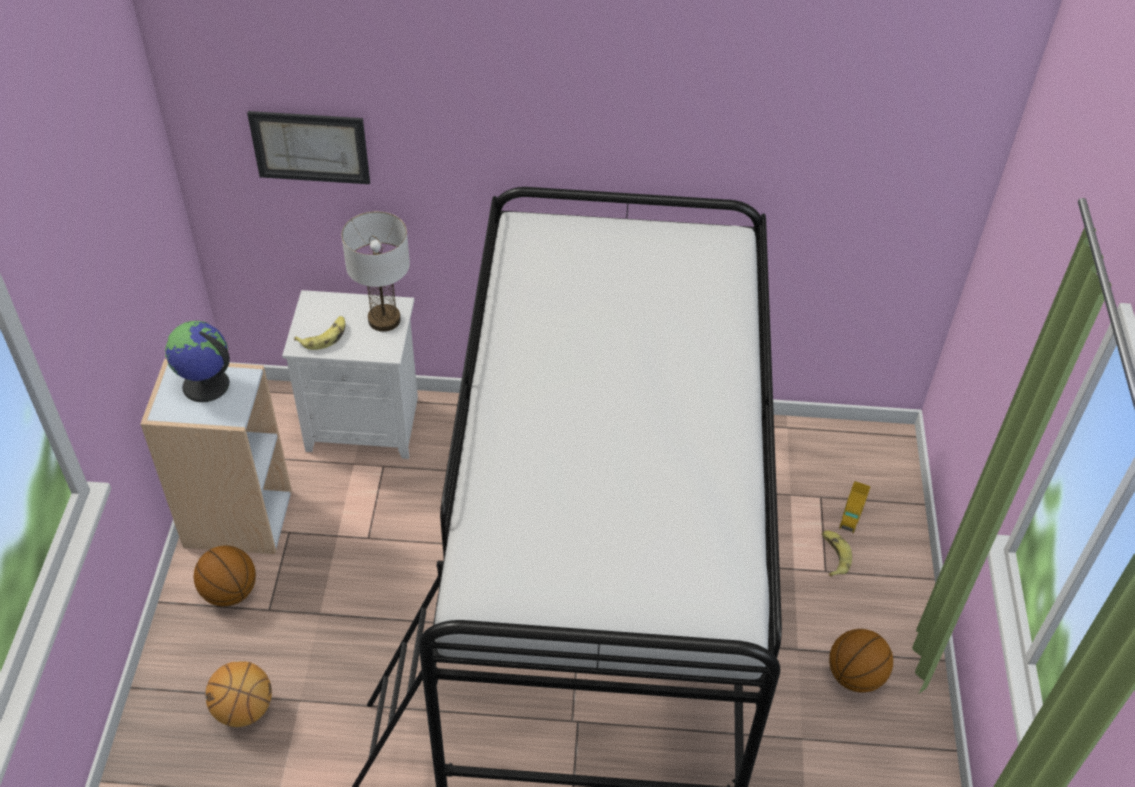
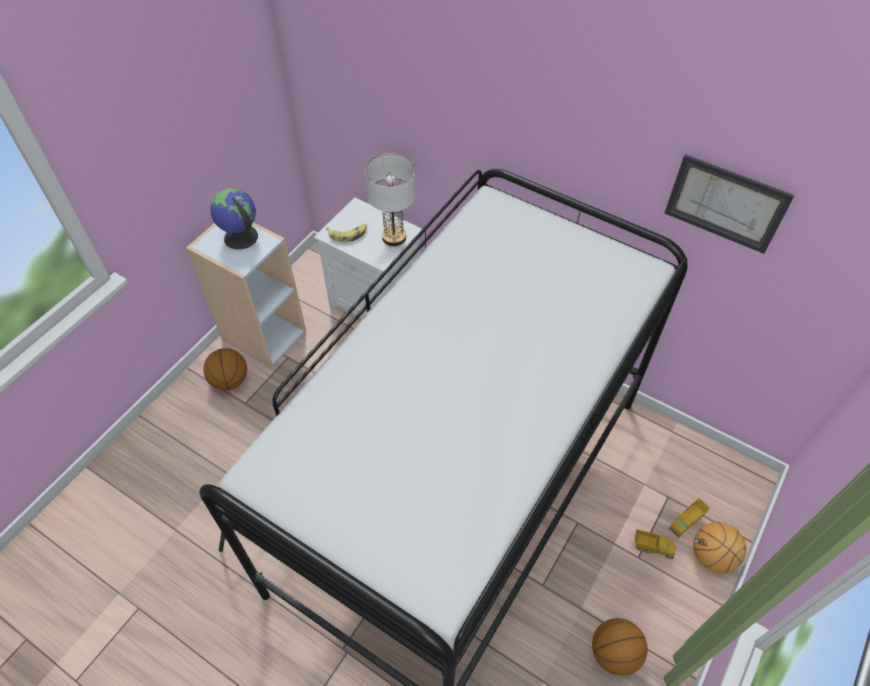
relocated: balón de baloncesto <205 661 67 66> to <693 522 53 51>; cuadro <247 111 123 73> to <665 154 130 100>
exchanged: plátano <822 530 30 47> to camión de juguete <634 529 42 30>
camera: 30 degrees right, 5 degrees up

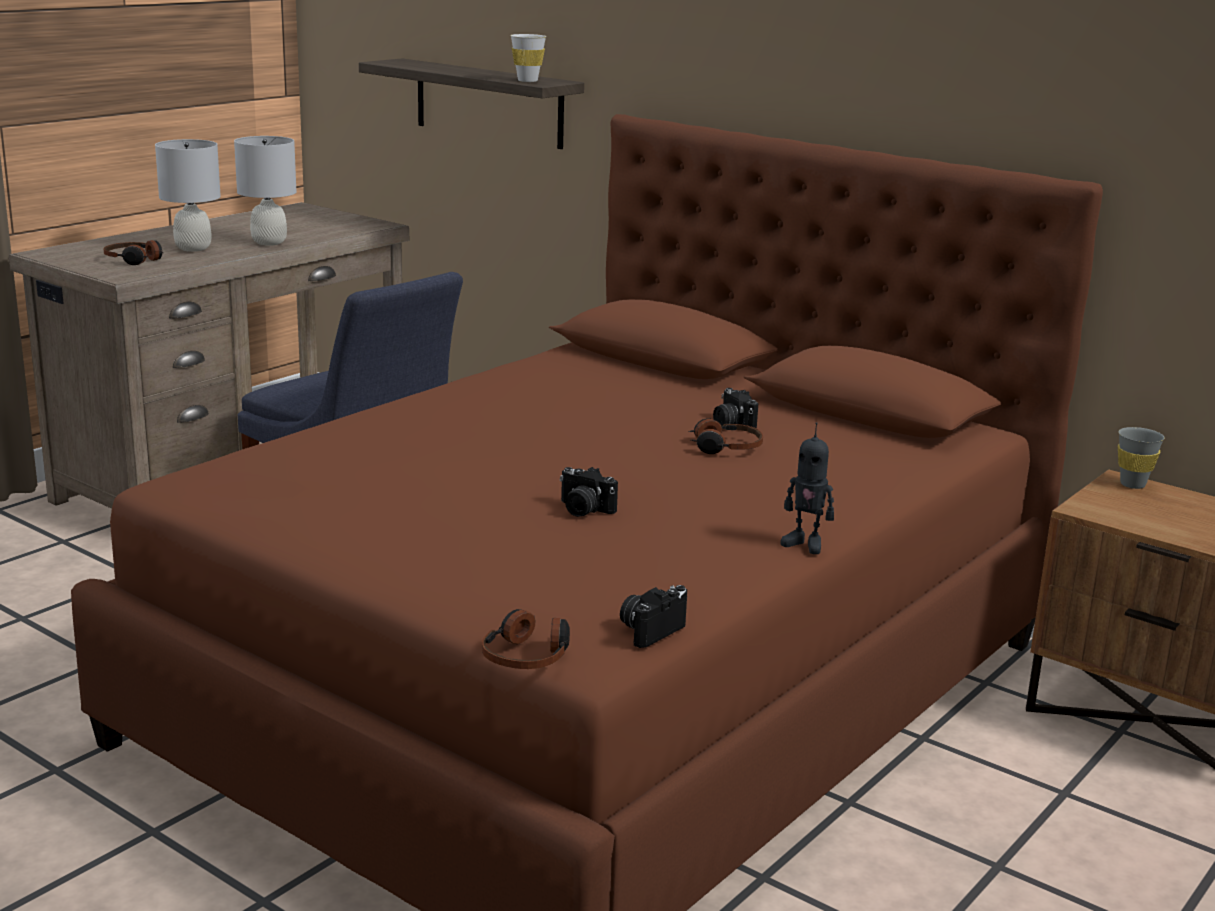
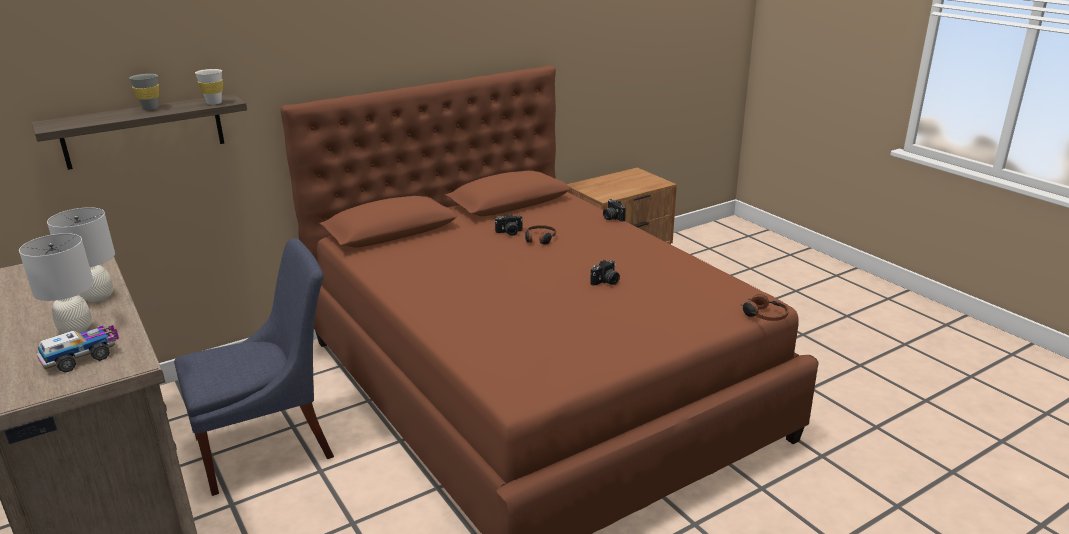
missing: robot de juguete <780 422 54 132>
relocated: cámara <620 585 67 63> to <603 199 23 23>; taza [gris] <1118 427 47 62> to <129 74 30 36>
exchanged: auriculares <103 240 60 25> to camión de juguete <37 325 82 48>
camera: 70 degrees left, 5 degrees up

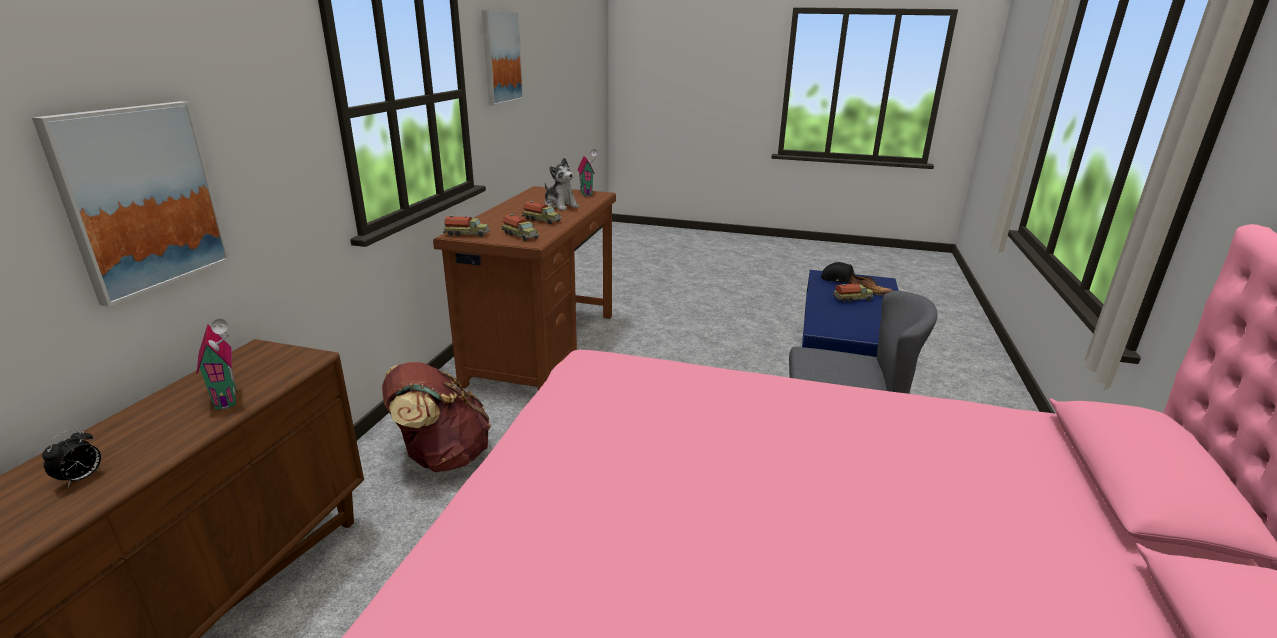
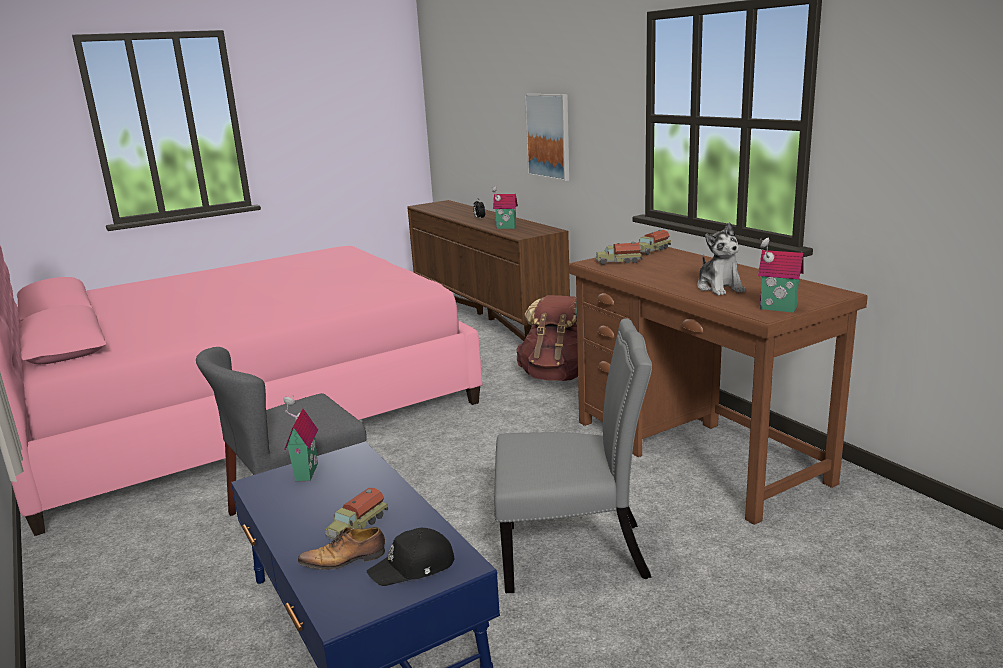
missing: cuadro <482 10 42 96>; camión de juguete <522 201 40 24>
appeared: casita <283 396 35 86>; silla [gris] <494 318 158 275>
spun: peluche <545 158 34 52> = <697 222 48 73> 105 degrees counterclockwise
camera: 135 degrees right, 5 degrees down

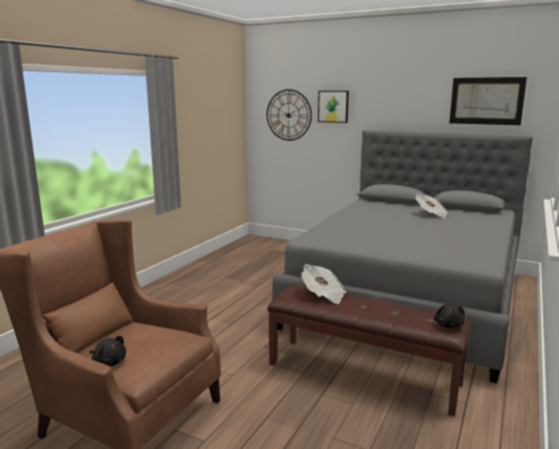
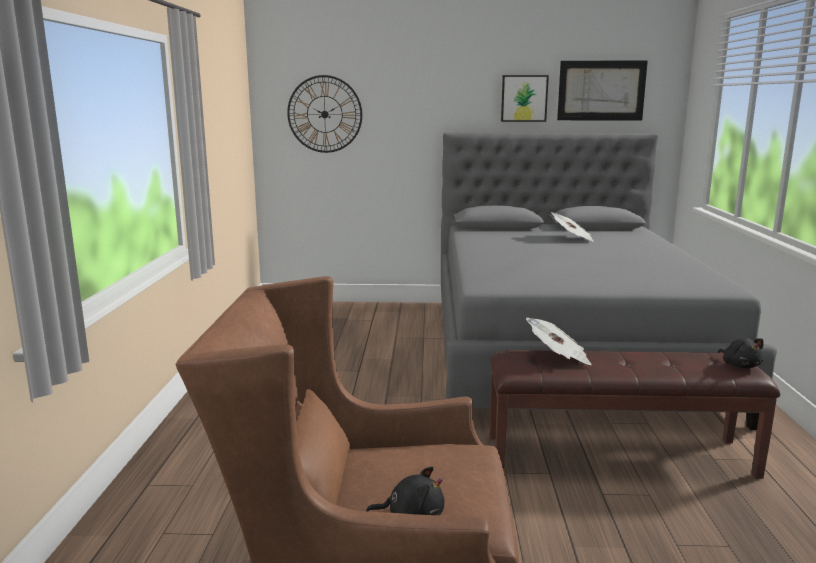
relocated: cuadro <318 91 31 32> to <501 75 48 47>
camera: 25 degrees left, 0 degrees up

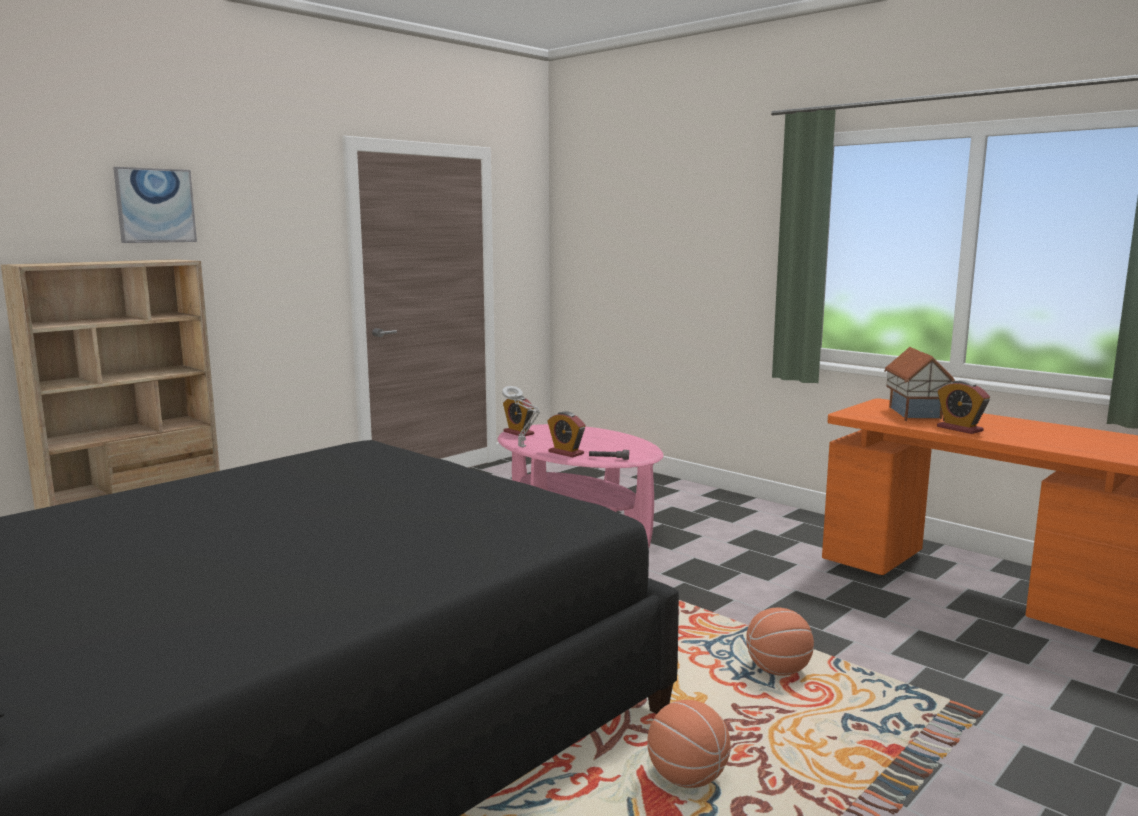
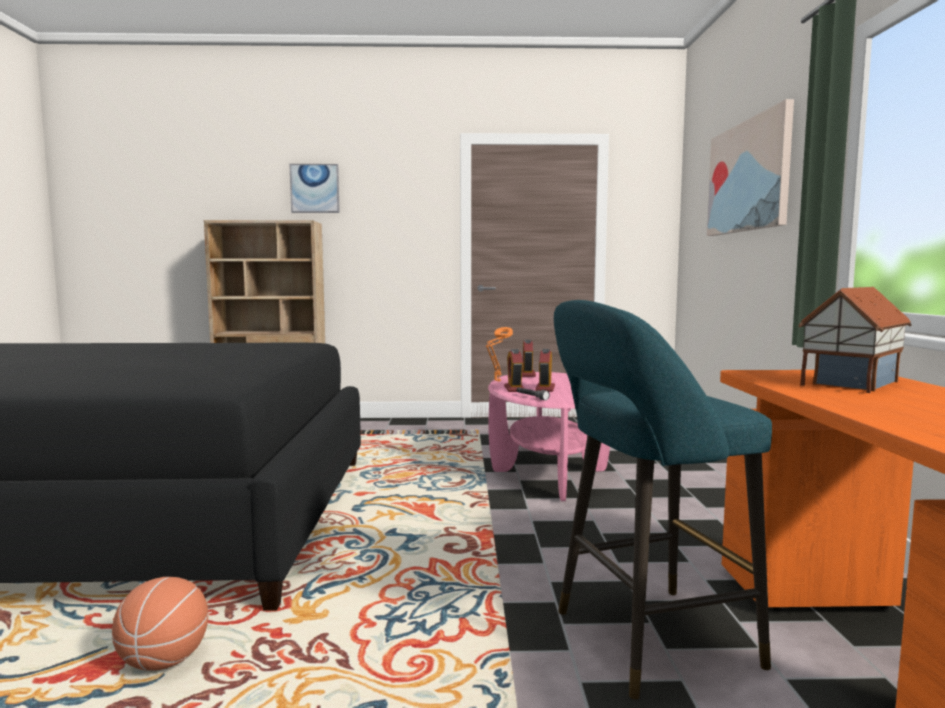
missing: balón de baloncesto <746 608 68 68>
appeared: taburete [turquesa] <554 300 218 400>; cuadro <707 99 87 137>
relocated: despertador <937 380 53 54> to <535 349 20 43>
colour: lámpara de mesa [gris] <502 386 38 61> to lámpara de mesa [naranja] <486 327 27 55>
camera: 45 degrees right, 5 degrees down

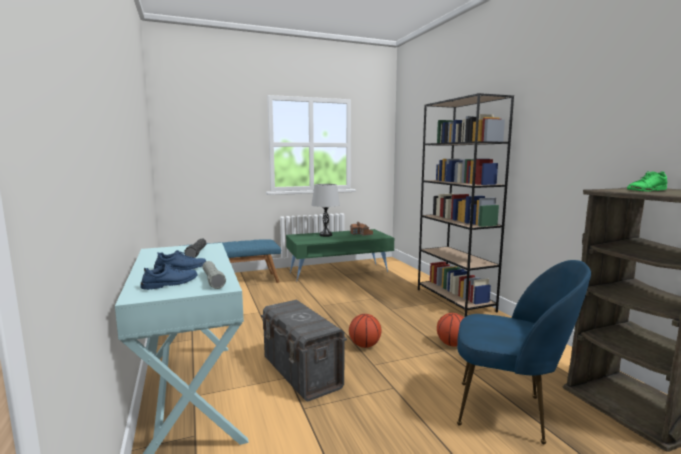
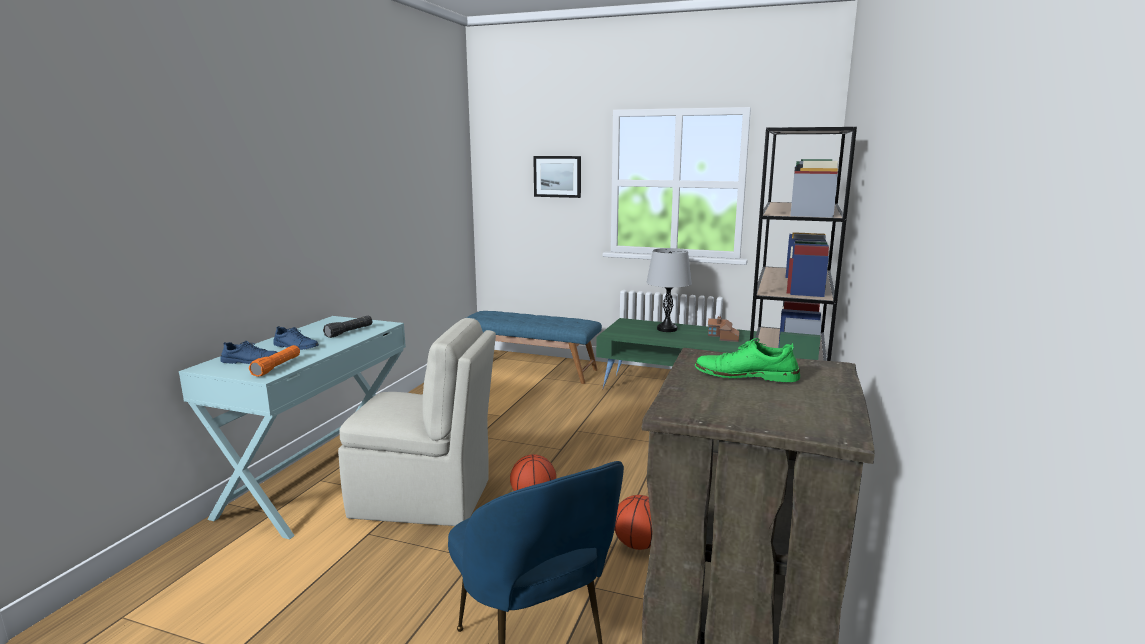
appeared: cuadro <533 156 48 42>
exchanged: caja de almacenaje [gris] <261 300 86 102> to silla [beis] <338 318 158 208>
colour: linterna [gris] <203 261 23 28> to linterna [naranja] <249 345 51 32>
camera: 40 degrees right, 5 degrees up

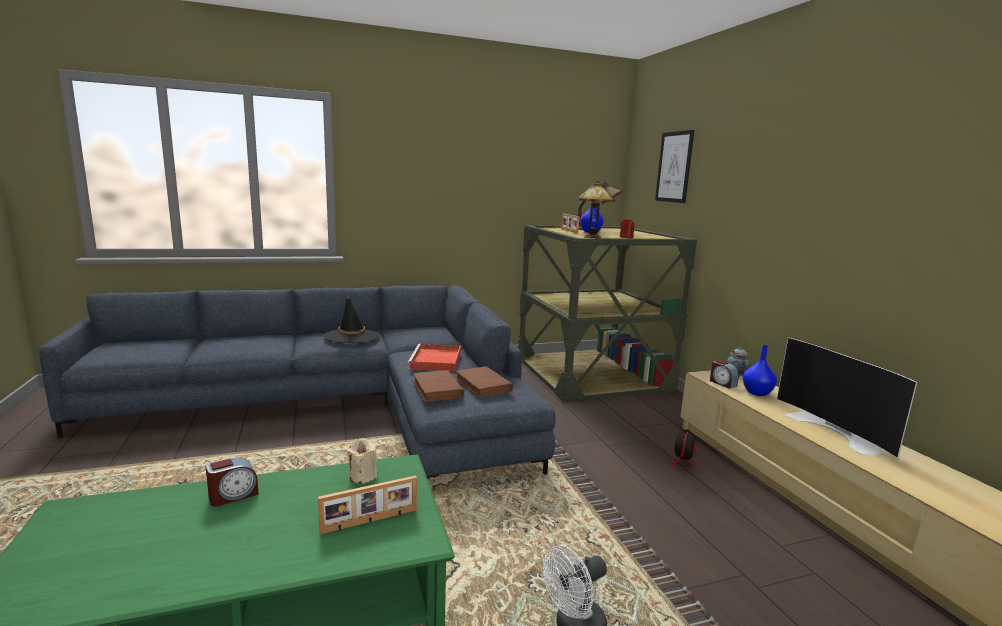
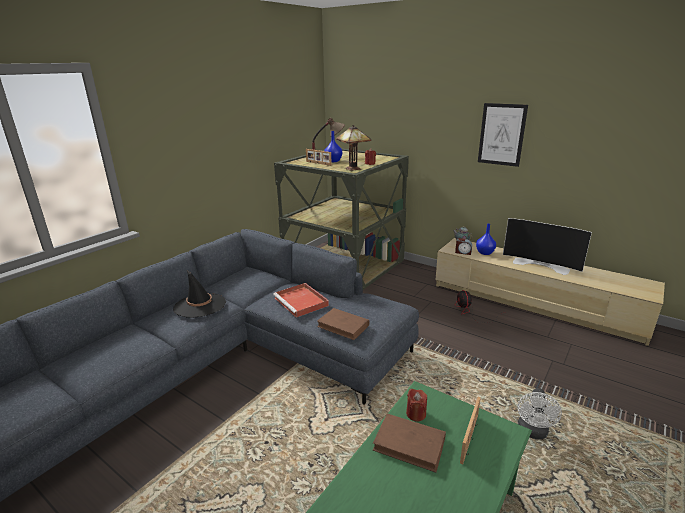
missing: despertador <206 457 53 50>
relocated: libro [marrón] <455 366 58 32> to <373 414 73 59>; cuadro <655 130 39 73> to <478 103 50 64>
colour: vela [beis] <347 438 30 46> to vela [rojo] <406 389 21 33>
camera: 35 degrees left, 10 degrees up

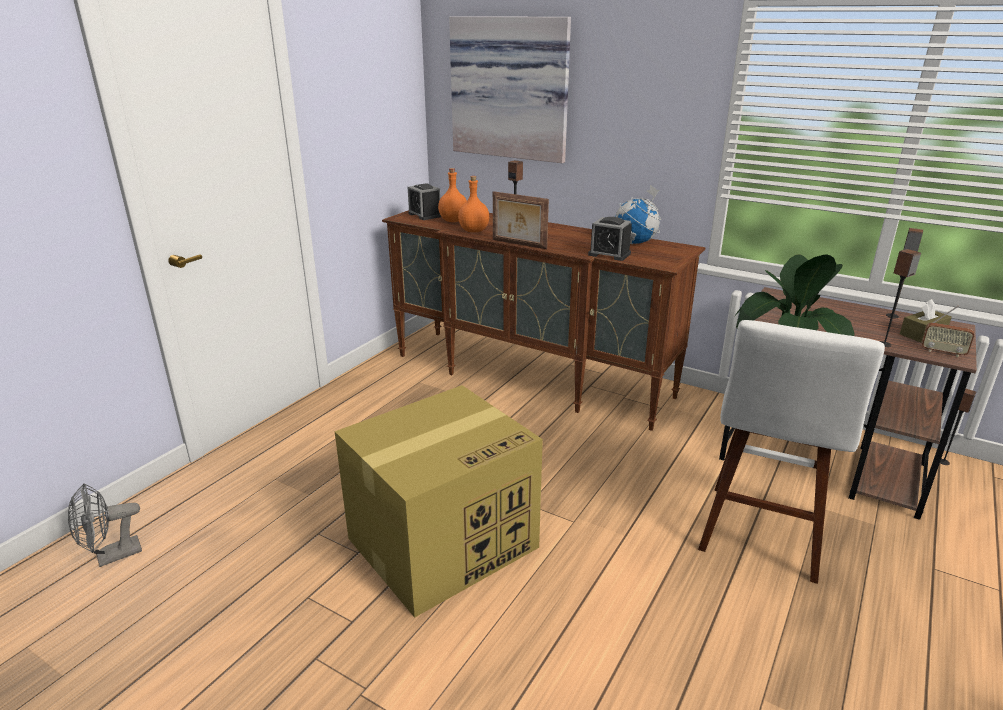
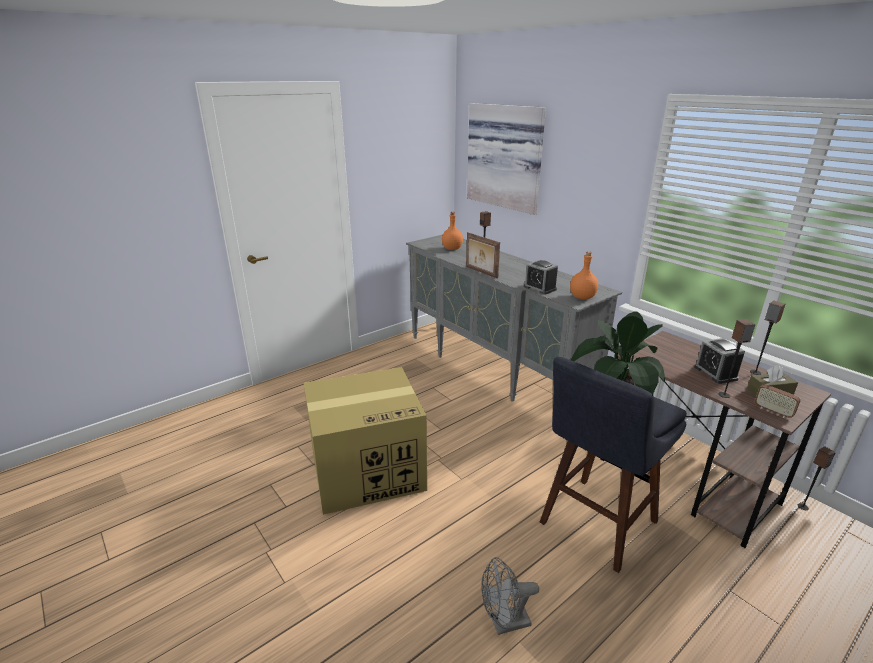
missing: globo terráqueo <615 185 46 59>
relocated: ventilador [gris] <68 483 74 84> to <481 557 58 78>; despertador <408 183 33 37> to <694 338 51 46>; botella [naranja] <458 176 31 56> to <570 251 28 48>
colour: armario [marrón] <382 210 323 221> to armario [gris] <406 235 216 167>; taburete [blanco] <698 320 187 264> to taburete [azul] <540 357 147 216>
camera: 20 degrees right, 0 degrees up

